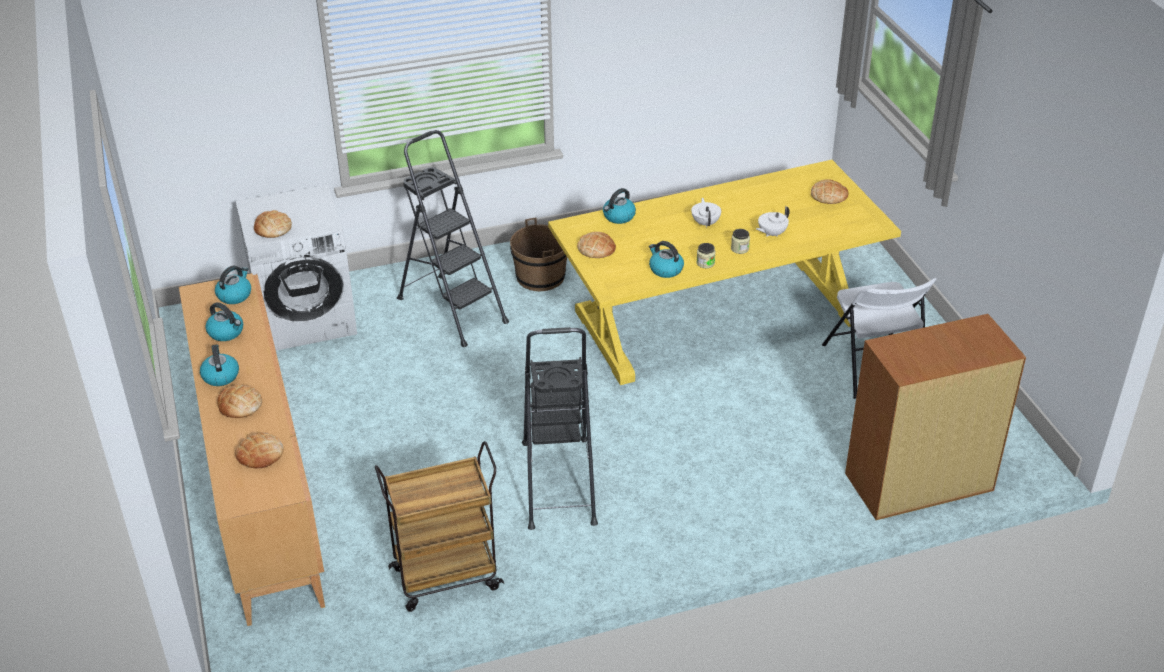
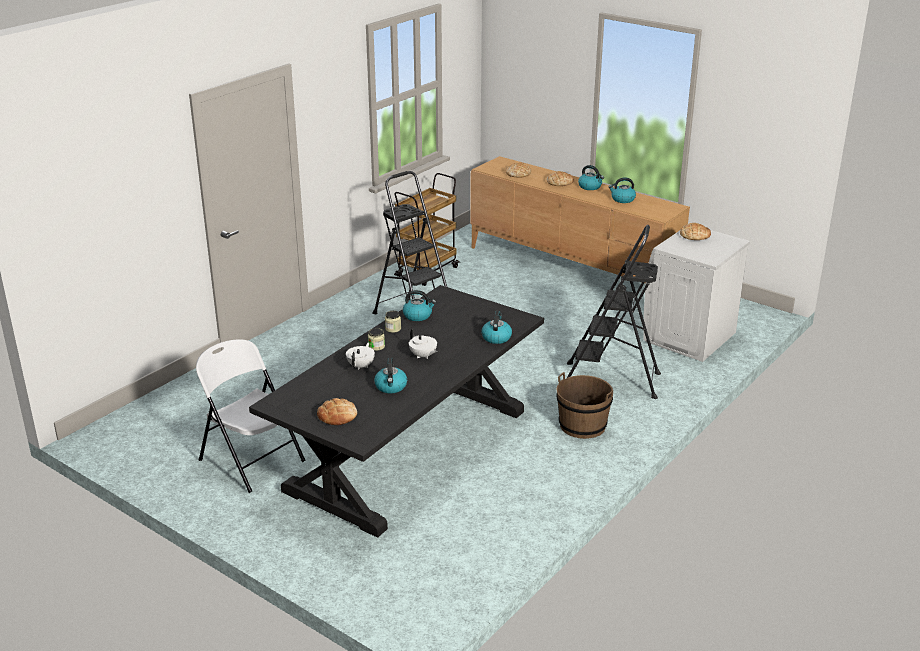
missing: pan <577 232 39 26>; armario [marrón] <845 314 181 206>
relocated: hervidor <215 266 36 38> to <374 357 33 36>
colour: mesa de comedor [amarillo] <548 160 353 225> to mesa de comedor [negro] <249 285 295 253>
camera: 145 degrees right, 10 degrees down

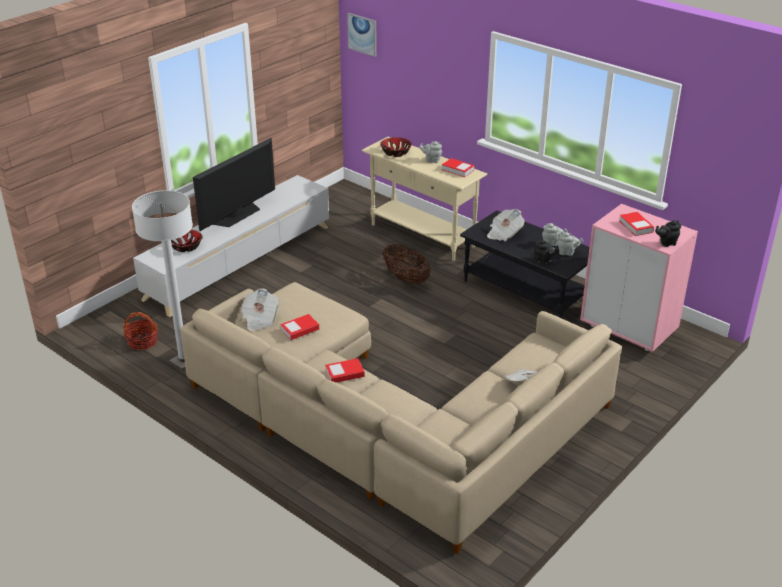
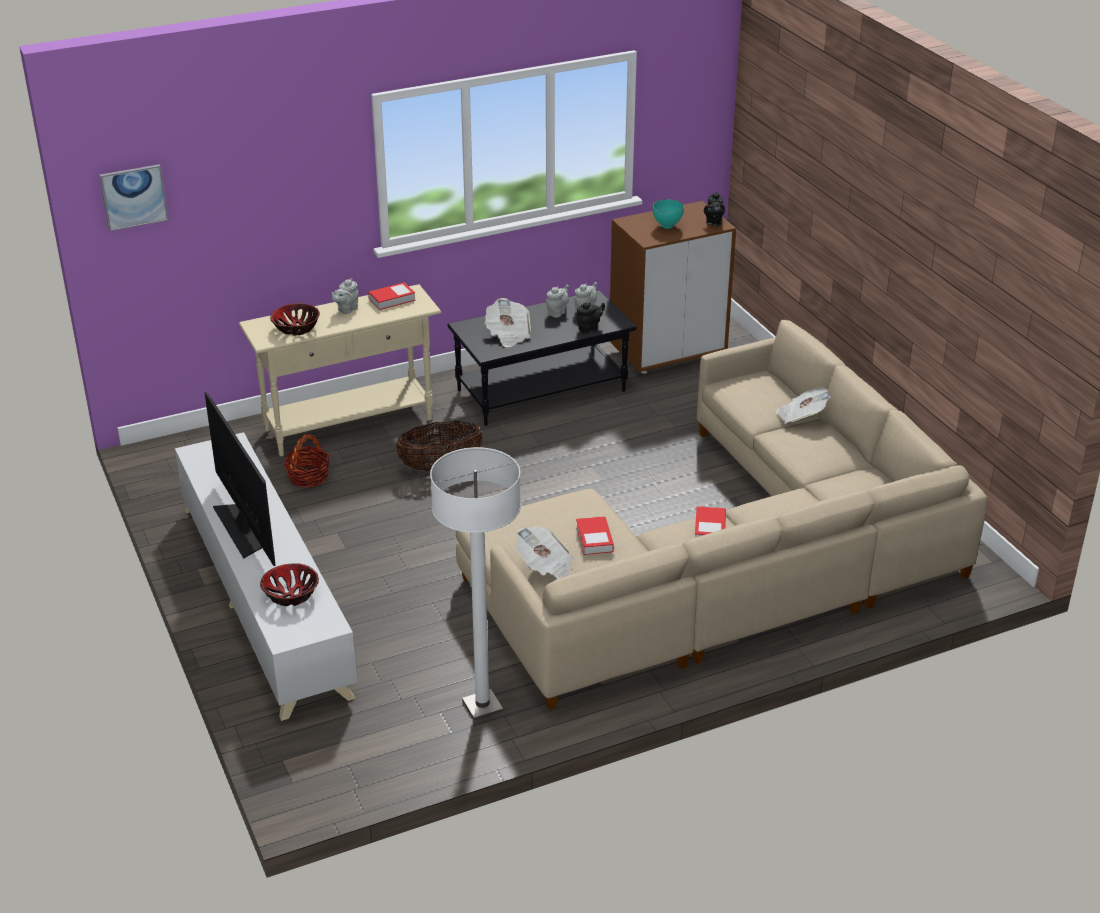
relocated: cesta <123 312 35 38> to <284 434 46 54>
exchanged: libro <619 212 35 24> to cuenco [turquesa] <653 199 31 30>
colour: armario [rosa] <580 204 118 148> to armario [marrón] <609 201 127 173>
camera: 65 degrees left, 0 degrees up

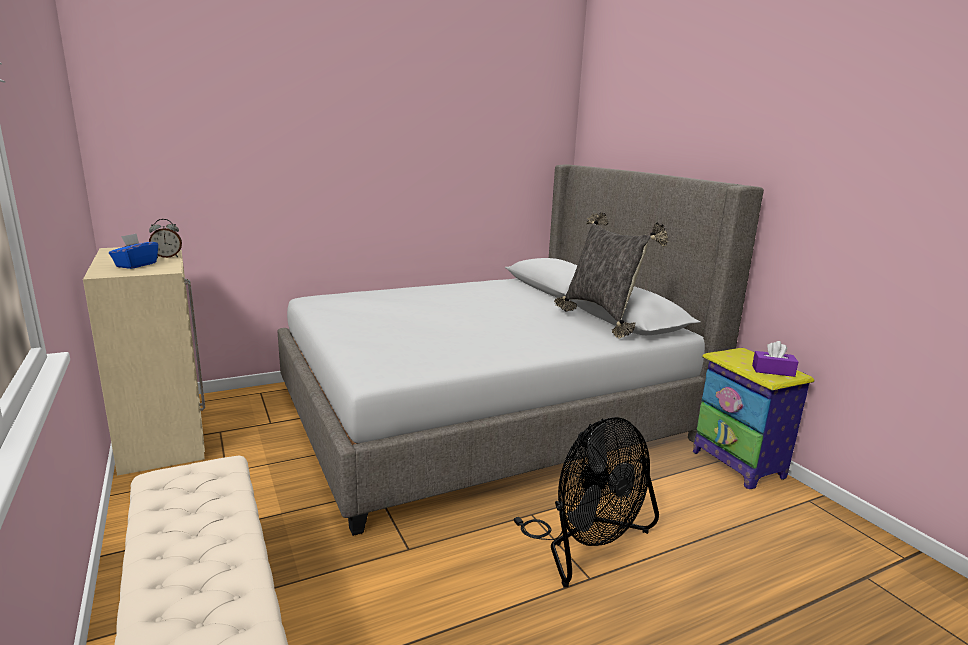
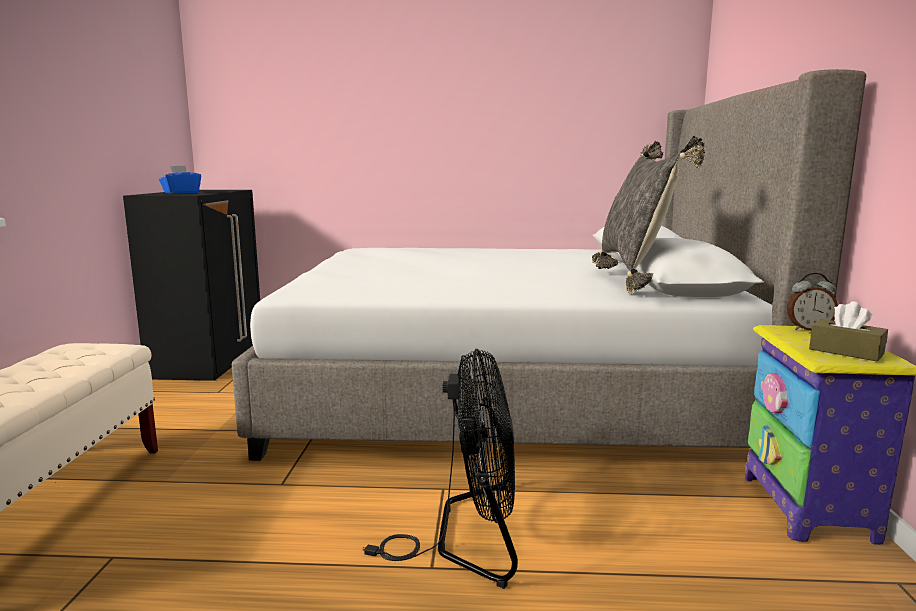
relocated: despertador <149 219 33 39> to <787 273 51 58>
colour: armario [beis] <83 247 122 229> to armario [negro] <123 190 137 191>; caja de pañuelos [morado] <752 341 46 36> to caja de pañuelos [marrón] <809 301 79 60>
spun: ventilador [negro] <514 417 145 171> = <362 349 156 240> 75 degrees counterclockwise
camera: 30 degrees right, 5 degrees down

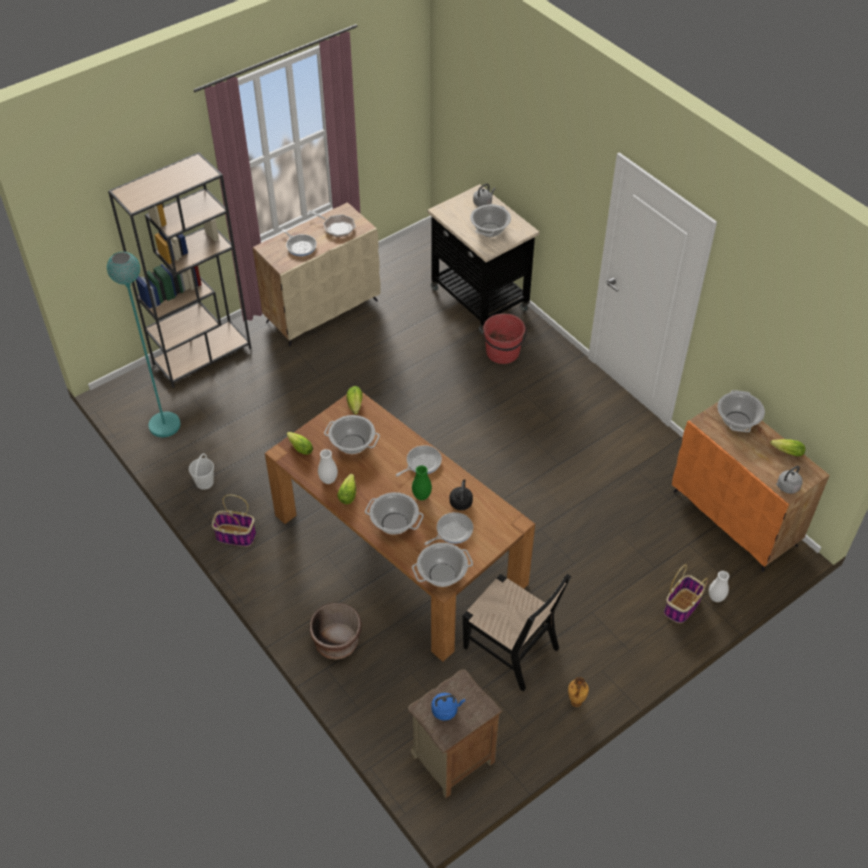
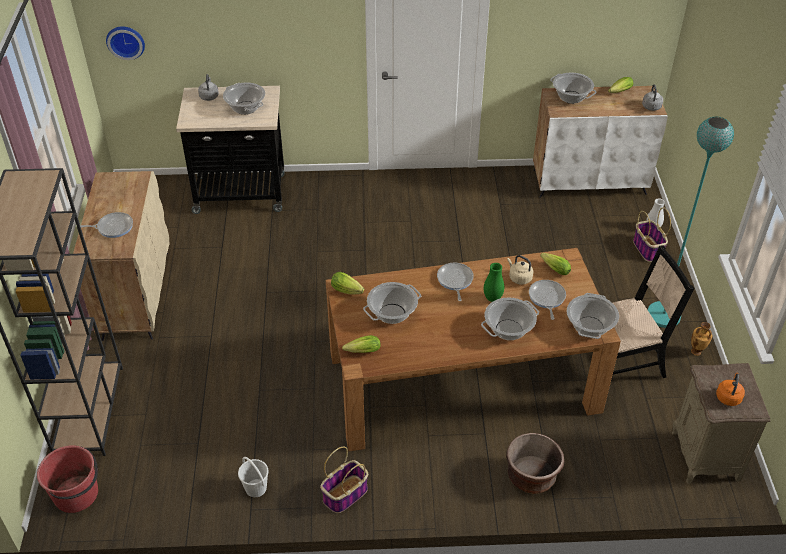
missing: sartén <308 210 47 27>; florero [blanco] <318 449 20 35>
appeared: reloj de pared <106 27 39 33>
relocated: lámpara de pie [turquesa] <107 252 74 185> to <648 116 86 212>; lechuga <337 474 19 30> to <540 253 31 22>; cubo [rojo] <483 313 44 51> to <37 445 61 68>
colour: hervidor [azul] <431 693 34 28> to hervidor [naranja] <716 373 29 33>; hervidor [negro] <450 479 23 31> to hervidor [beis] <507 255 26 30>; armario [naranja] <672 401 157 171> to armario [blanco] <533 86 135 112>
camera: 55 degrees left, 5 degrees down

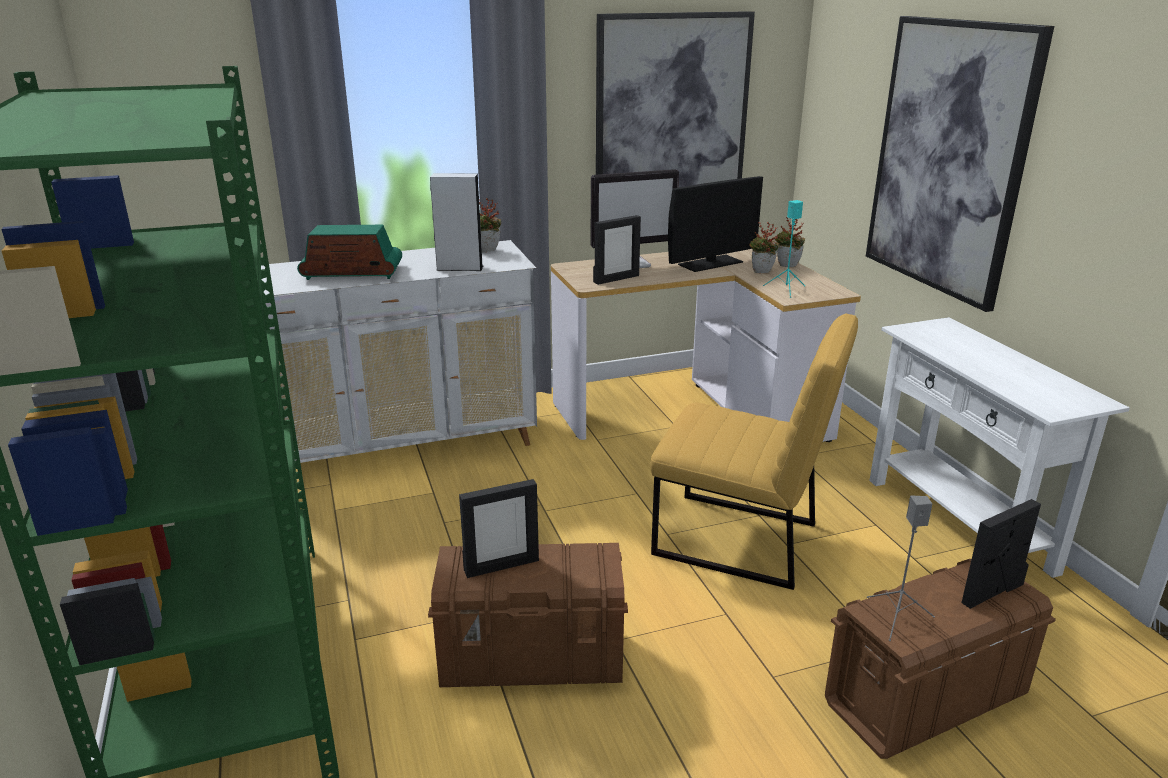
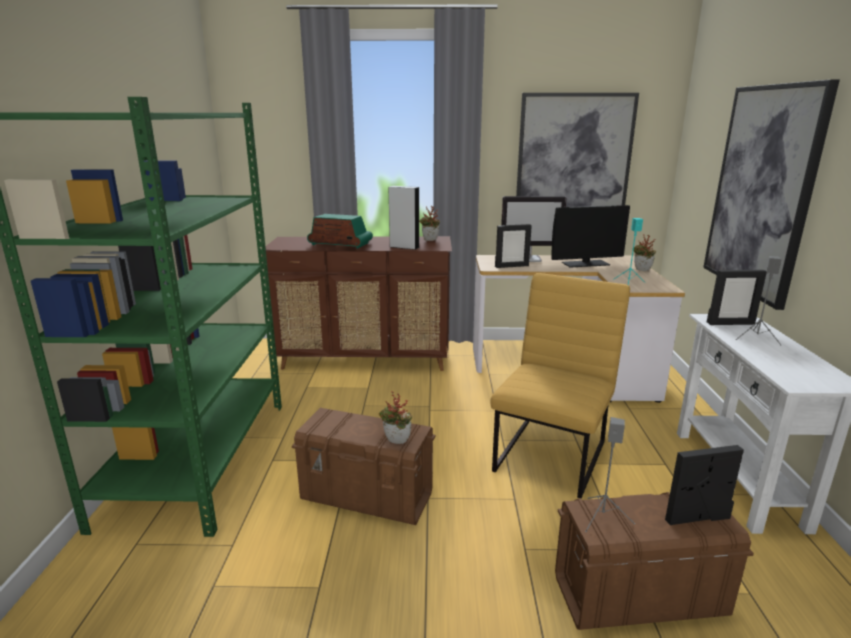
appeared: altavoz [gris] <736 256 46 90>
relocated: portarretratos <459 479 80 99> to <707 270 59 55>; planta en maceta <749 222 30 51> to <379 391 33 53>
colour: armario [blanco] <261 240 276 223> to armario [marrón] <261 236 191 135>
spun: silla [amarillo] <650 313 208 277> = <490 273 140 225> 105 degrees counterclockwise
camera: 20 degrees right, 5 degrees down

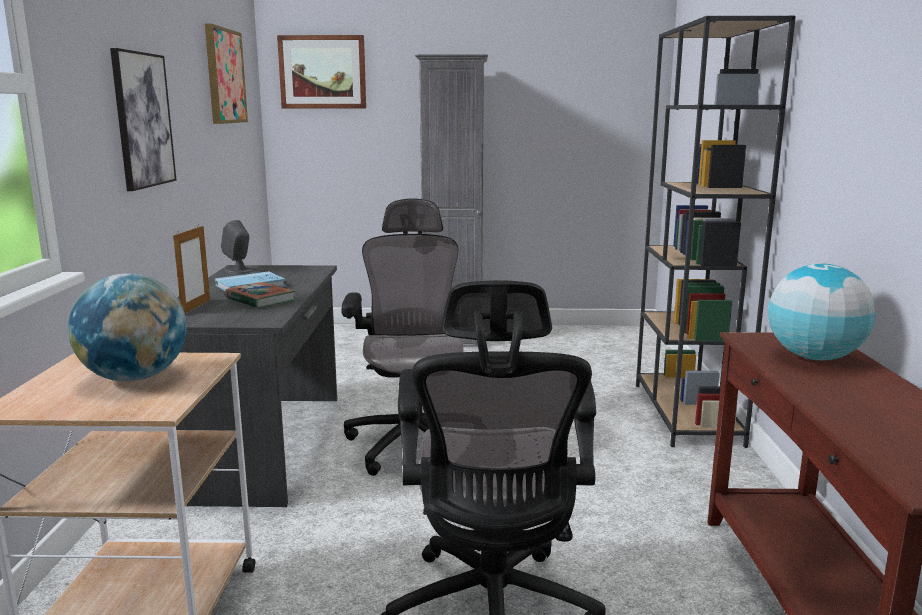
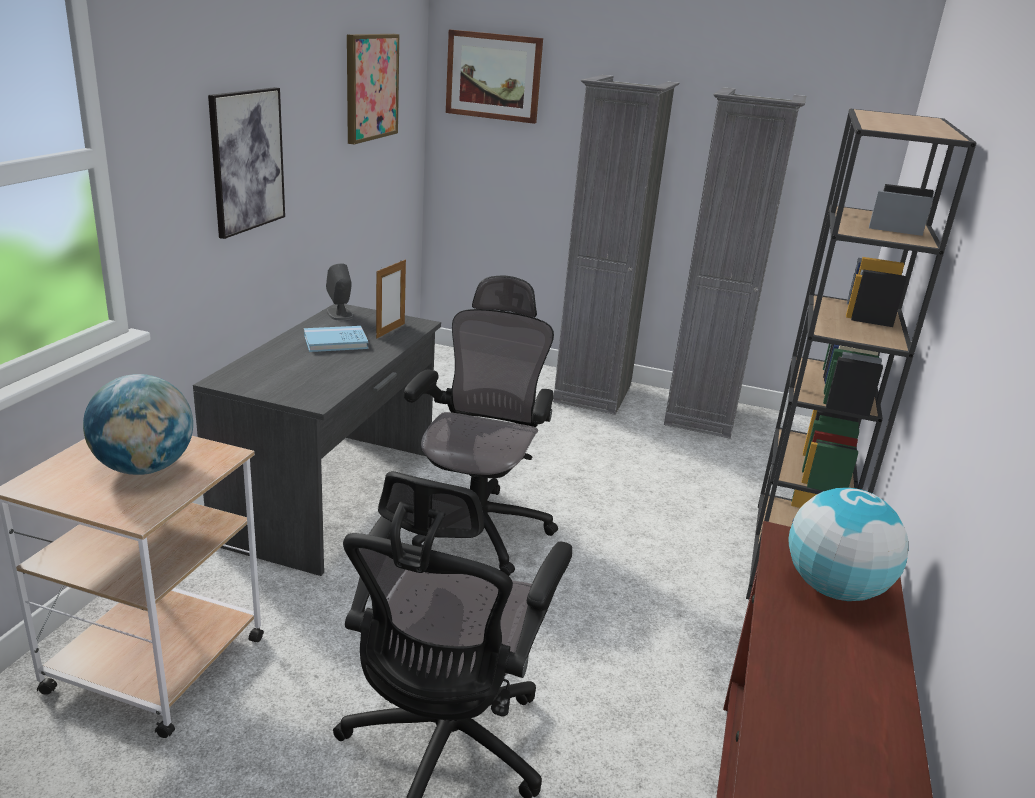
missing: libro <225 282 70 26>
appeared: armario [gris] <664 87 142 352>
relocated: portarretratos <173 225 37 88> to <376 259 30 80>
camera: 15 degrees right, 10 degrees up

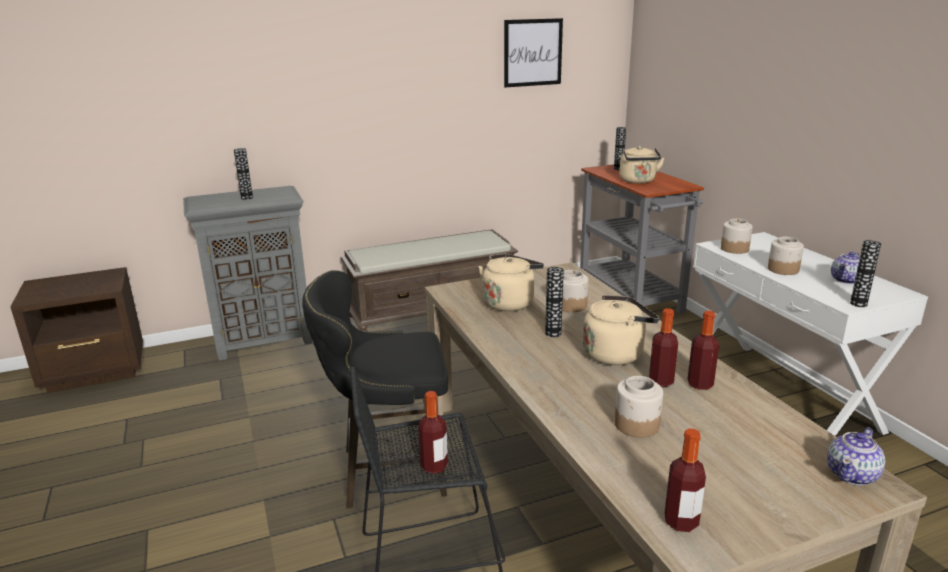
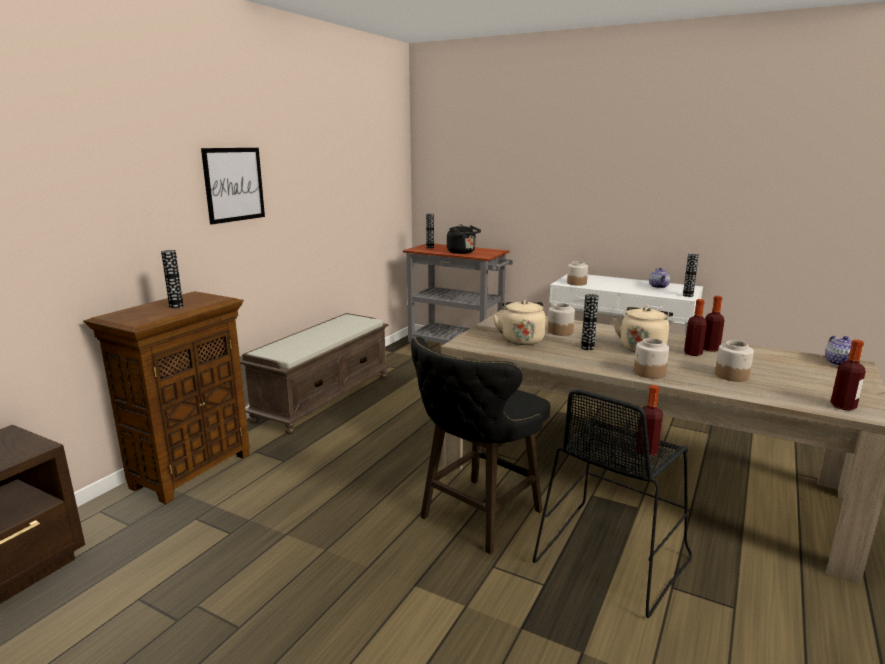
relocated: cuadro <504 18 59 70> to <201 148 64 77>; tarro <768 237 36 38> to <634 338 35 41>
colour: armario [gris] <183 186 130 175> to armario [marrón] <83 291 167 213>; hervidor [beis] <619 146 46 38> to hervidor [negro] <447 224 34 30>
camera: 40 degrees left, 5 degrees down

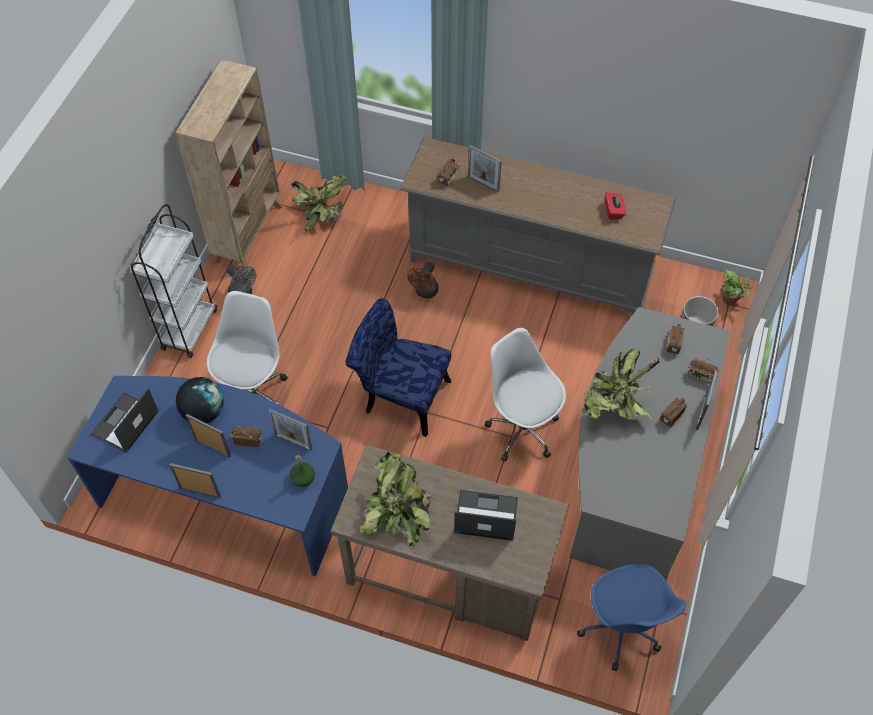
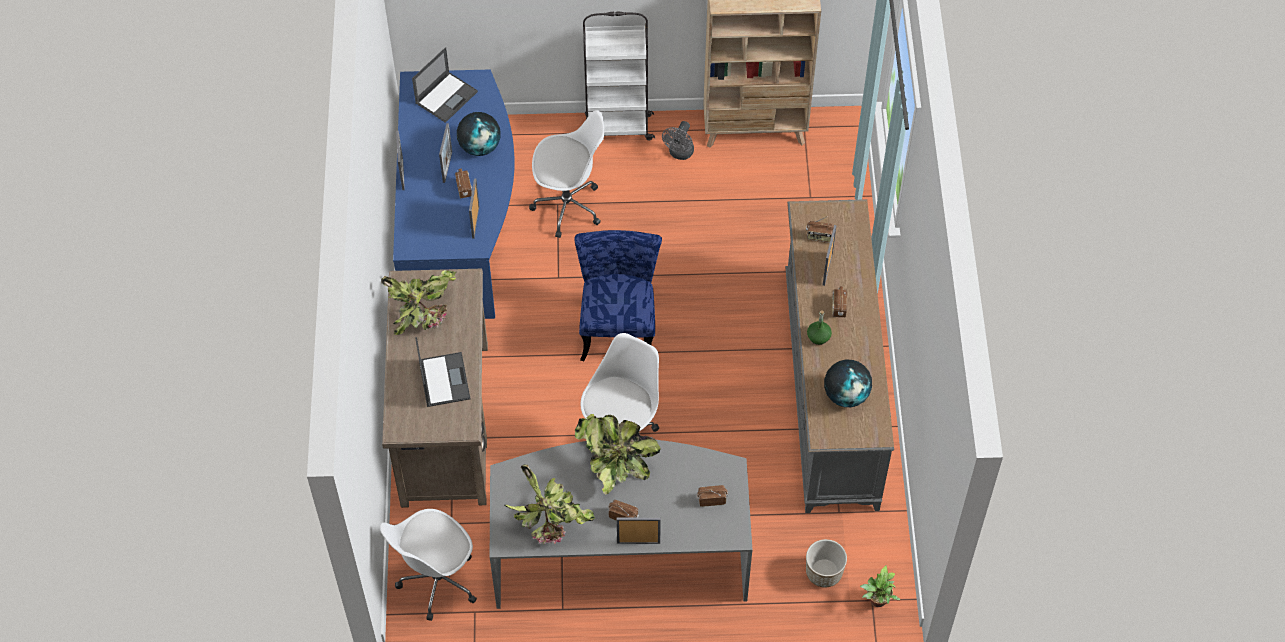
missing: ventilador [marrón] <407 262 32 36>
relocated: botella [verde] <289 455 26 32> to <807 310 25 35>; planta en maceta <291 174 56 58> to <505 464 90 80>; radio <688 358 31 26> to <832 286 15 31>
exchanged: caja de pañuelos [rojo] <605 192 21 28> to globo terráqueo <824 360 48 47>
colour: silla de oficina [azul] <577 564 110 107> to silla de oficina [blanco] <380 509 97 112>
spun: portátil <91 388 68 65> = <412 47 66 76> 120 degrees clockwise
camera: 70 degrees right, 0 degrees up

